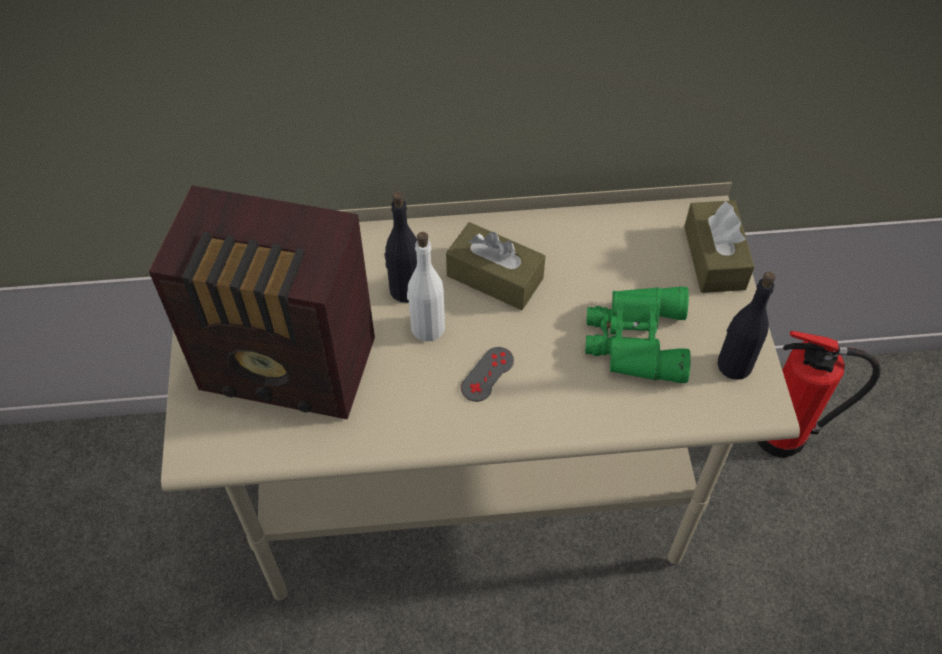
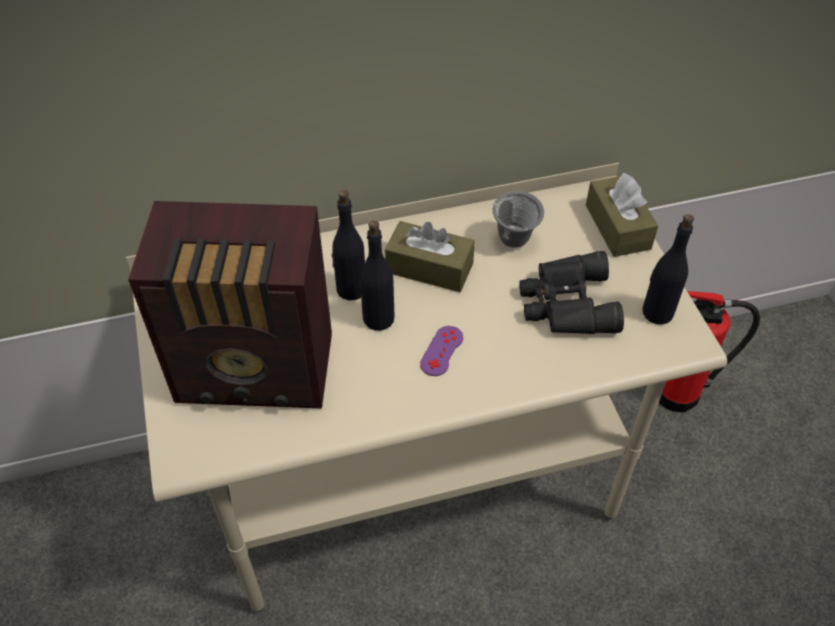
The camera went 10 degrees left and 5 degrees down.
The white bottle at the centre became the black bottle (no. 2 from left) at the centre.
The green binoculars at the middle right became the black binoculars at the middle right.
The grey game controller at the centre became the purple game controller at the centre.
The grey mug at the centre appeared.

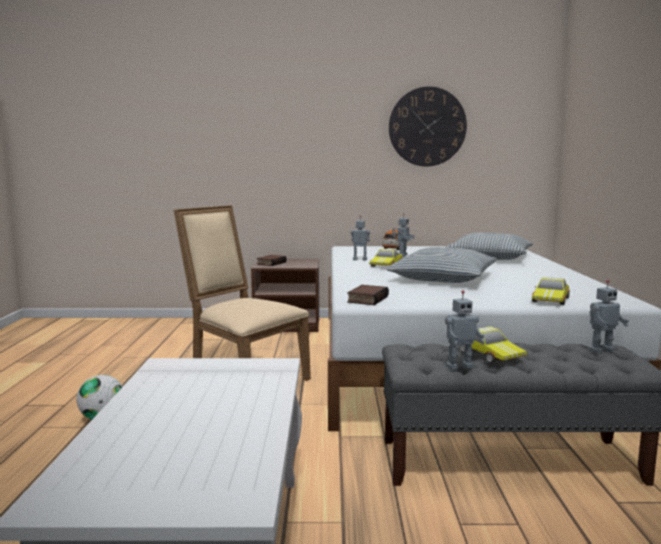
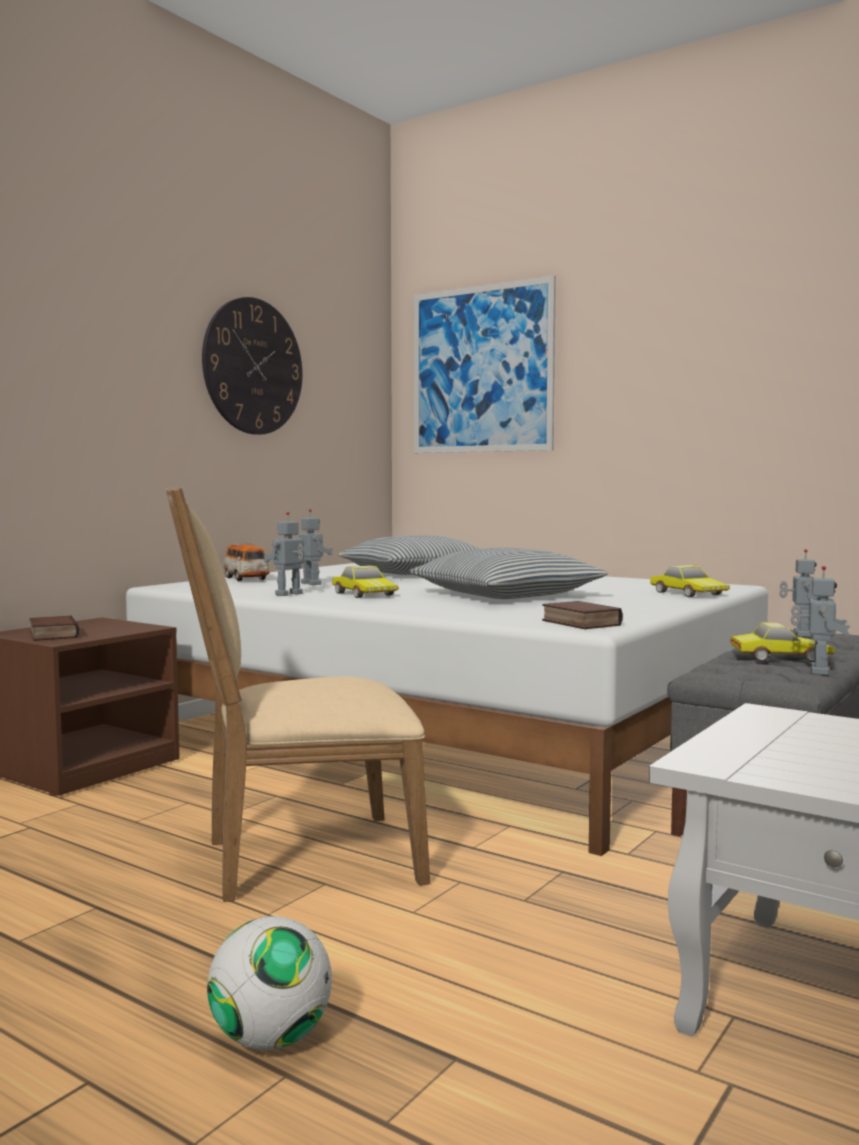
The camera went 55 degrees left and 5 degrees down.
The picture at the top centre appeared.

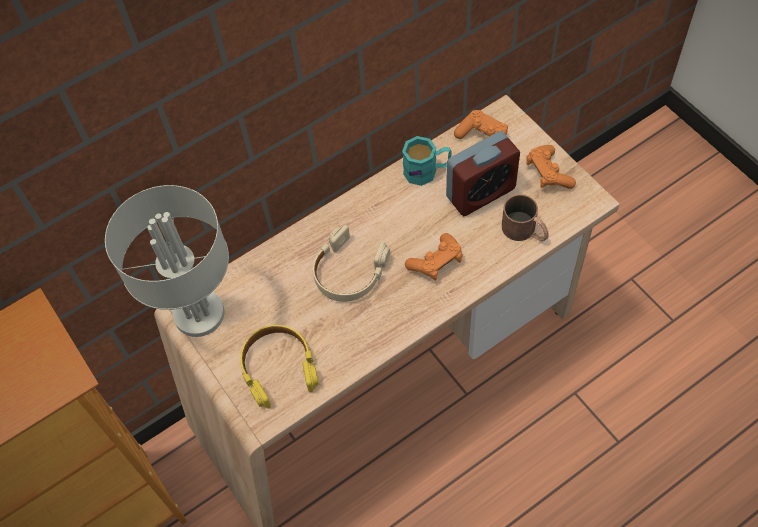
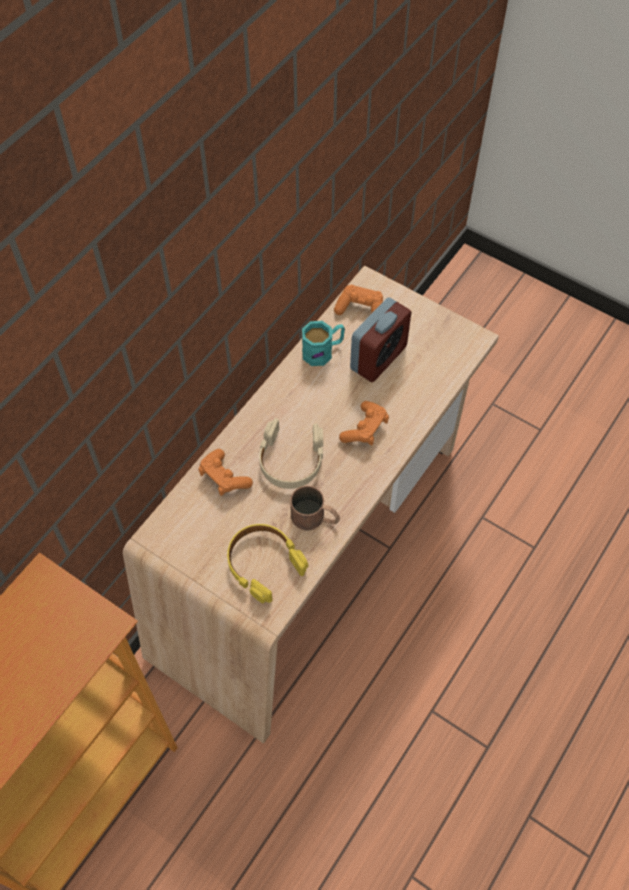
The camera went 25 degrees left and 0 degrees up.
The orange game controller (no. 3 from left in the first image) moved from the top right to the centre.
The grey table lamp at the middle left disappeared.
The brown mug moved from the middle right to the centre.

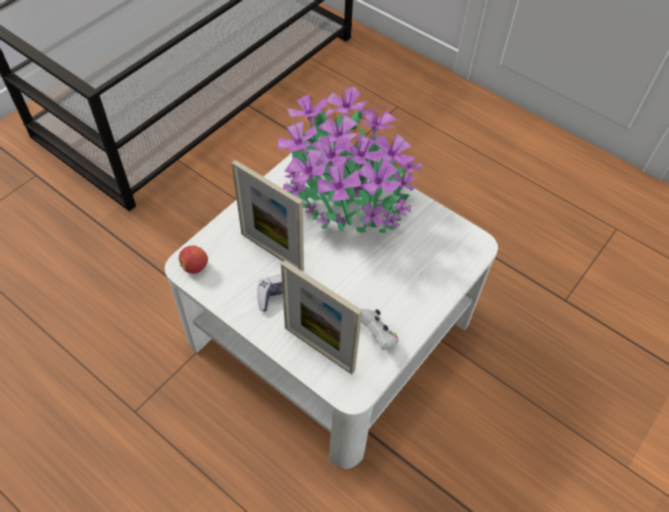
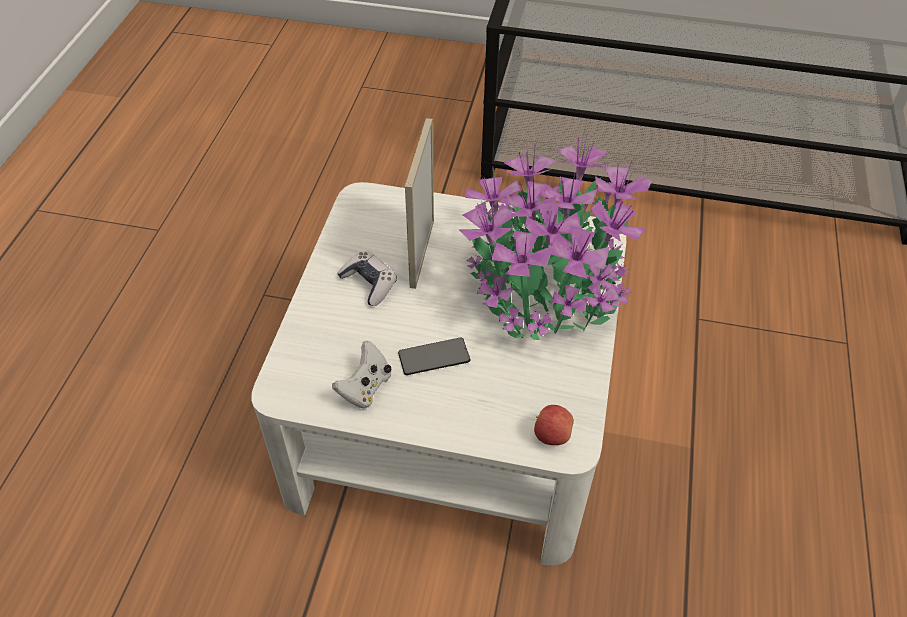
The camera went 65 degrees right and 5 degrees down.
The apple moved from the middle left to the bottom centre.
The picture frame (no. 2 from left) at the centre disappeared.
The phone at the centre appeared.

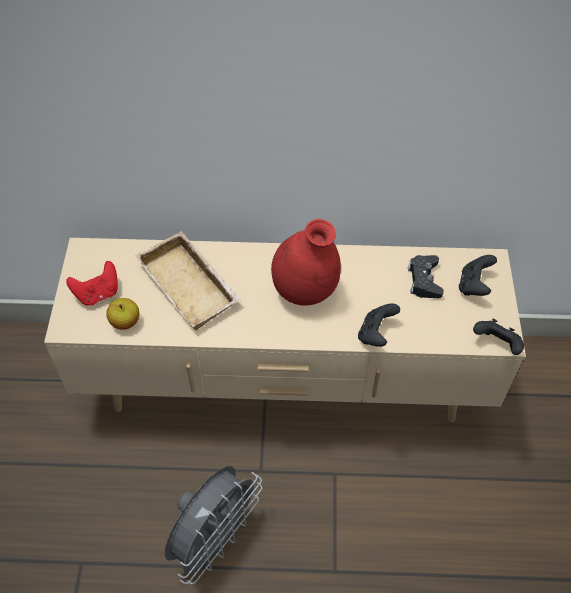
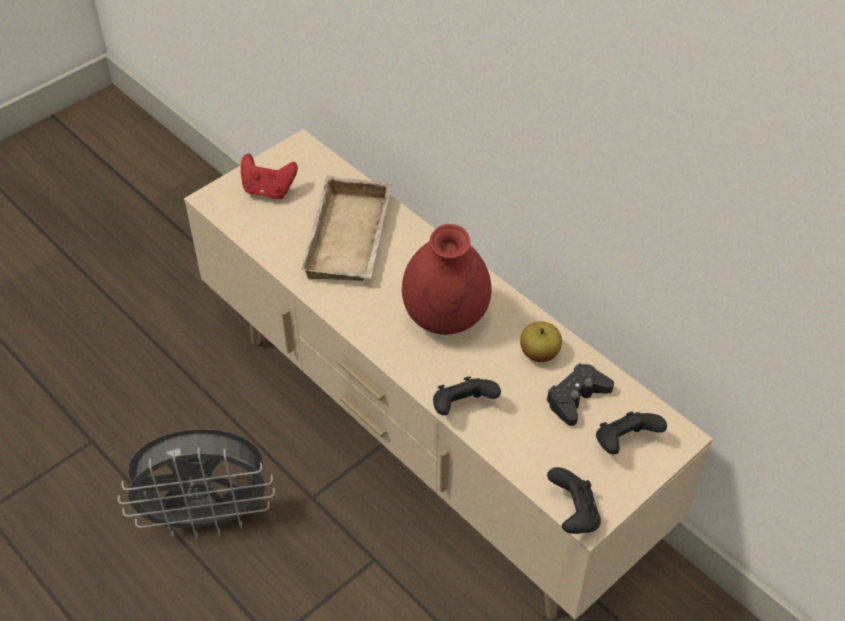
The camera went 45 degrees right and 5 degrees down.
The apple moved from the middle left to the centre.

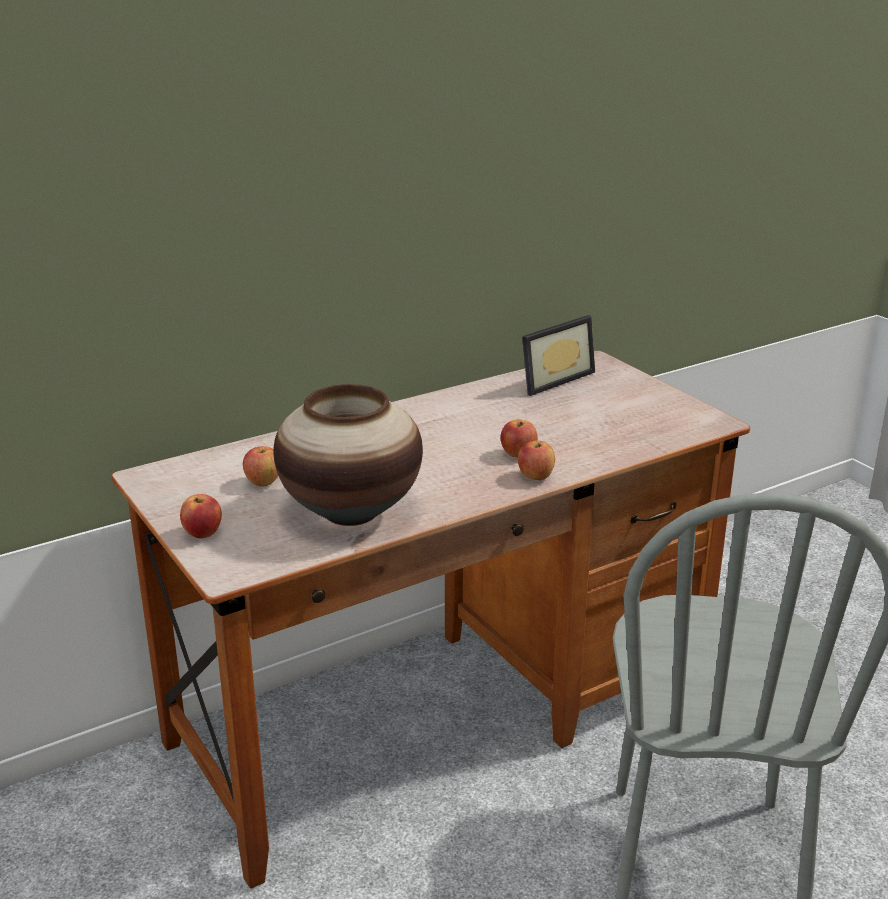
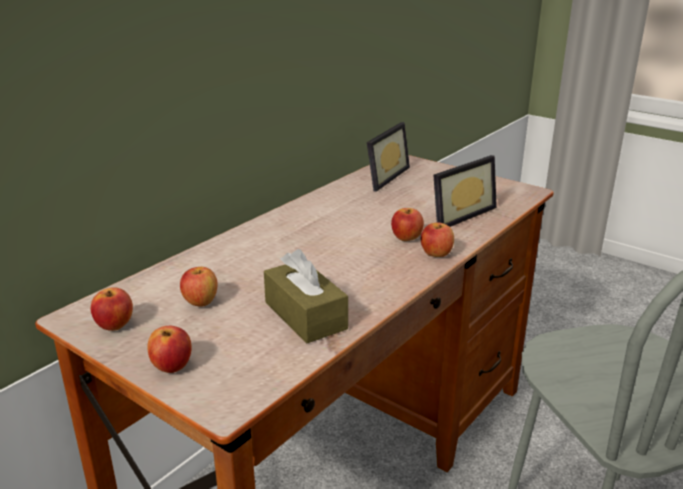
The camera went 20 degrees left and 0 degrees up.
The vase at the centre was replaced by the brown tissue box at the centre.
The picture frame (no. 2 from left) at the middle right appeared.
The apple (no. 1 from left) at the middle left appeared.

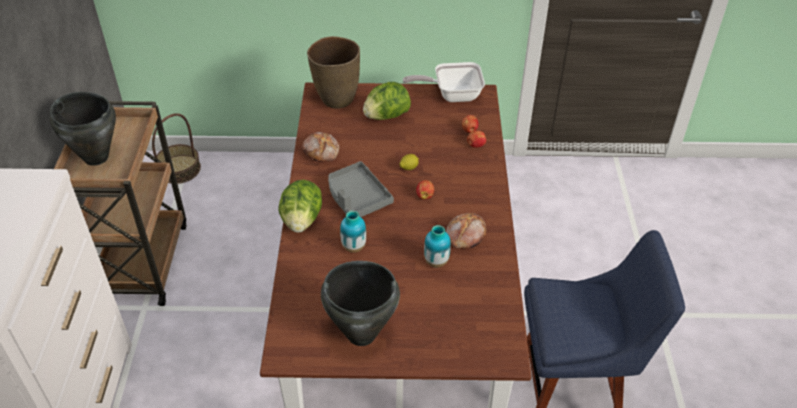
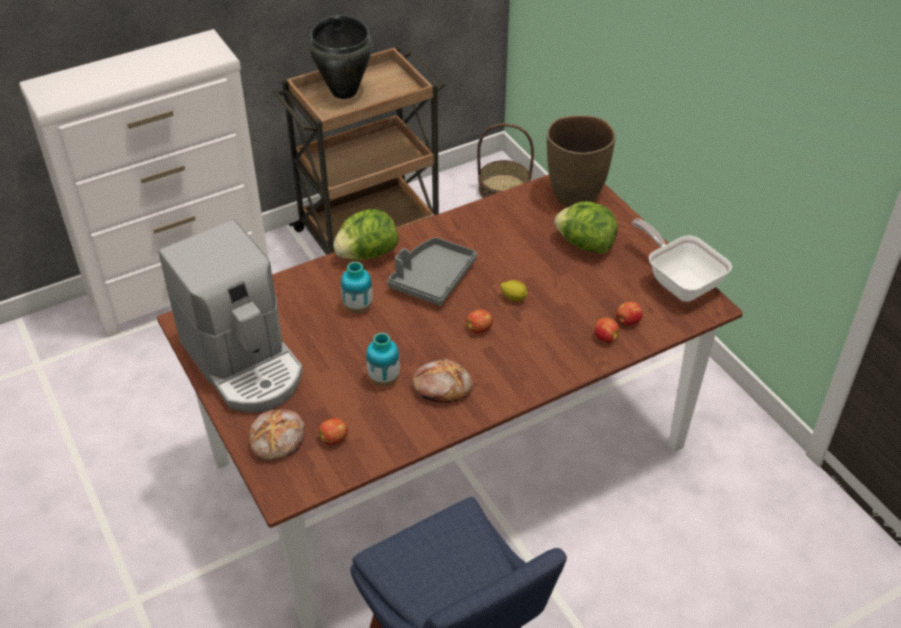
The camera went 60 degrees right and 0 degrees up.
The bread (no. 1 from left) moved from the centre to the bottom left.
The black cooking pot (no. 2 from left) at the bottom centre was replaced by the coffee machine at the middle left.
The apple (no. 1 from left) at the bottom centre appeared.

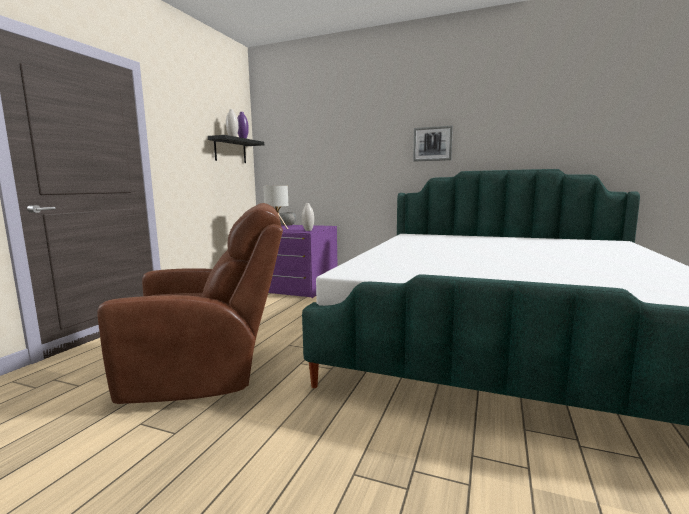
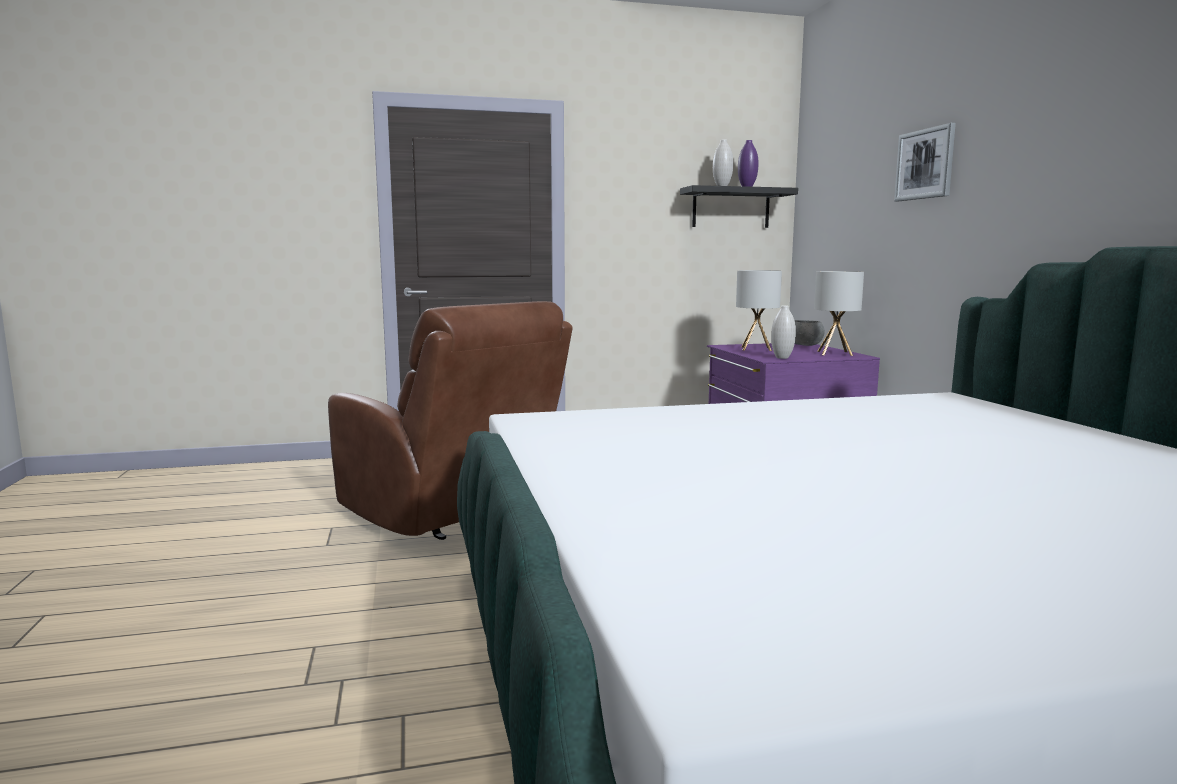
The camera went 55 degrees right and 0 degrees up.
The picture moved from the top centre to the top right.
The table lamp (no. 2 from left) at the middle right appeared.

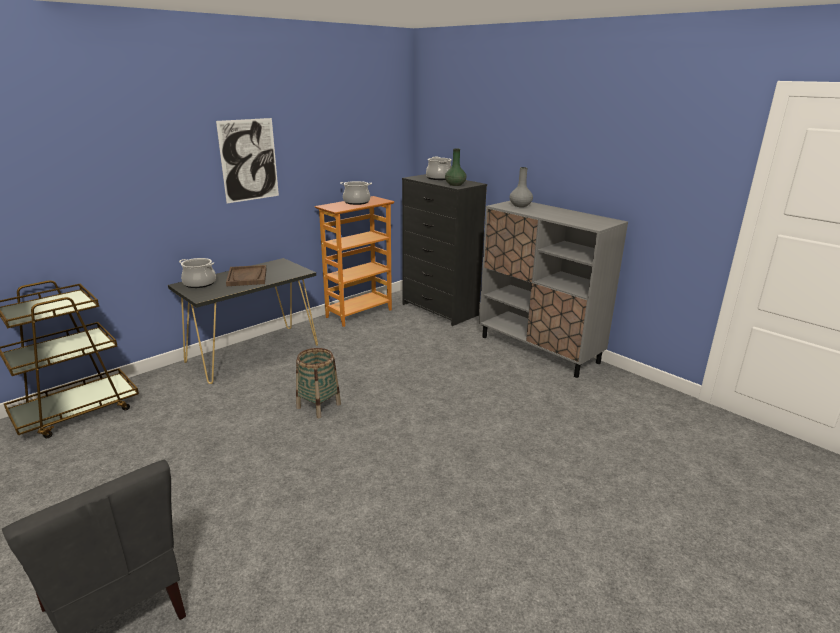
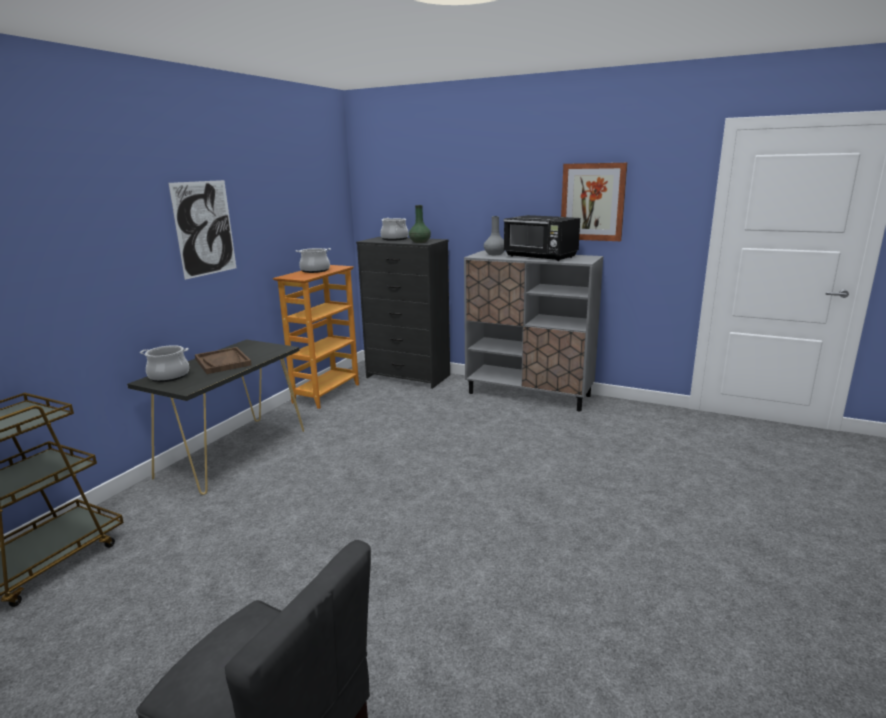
The camera went 20 degrees left and 5 degrees down.
The basket at the centre disappeared.
The picture (no. 2 from left) at the top right appeared.
The black microwave at the top centre appeared.

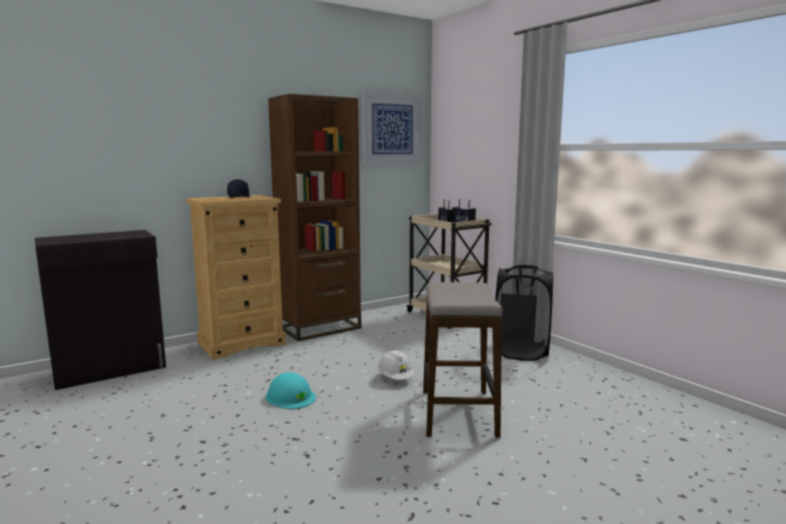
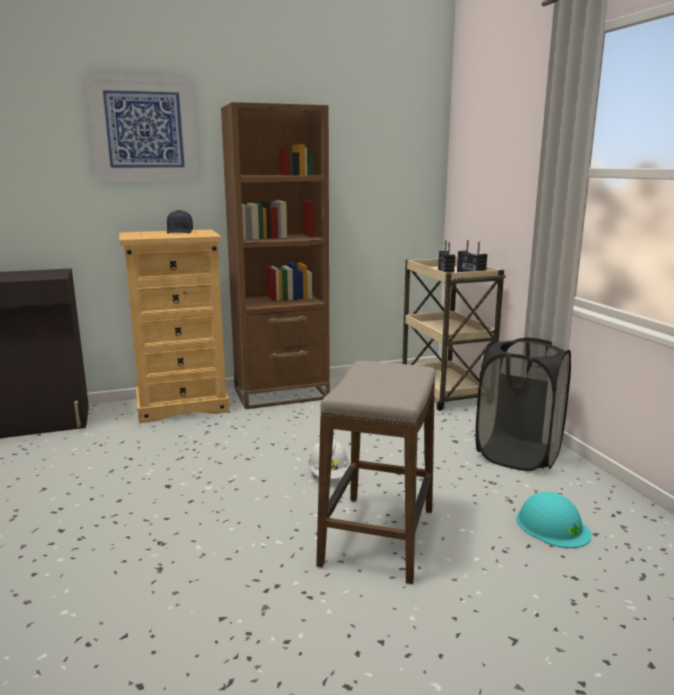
The camera went 15 degrees right and 5 degrees up.
The picture moved from the top centre to the top left.
The turquoise hard hat moved from the bottom centre to the bottom right.

